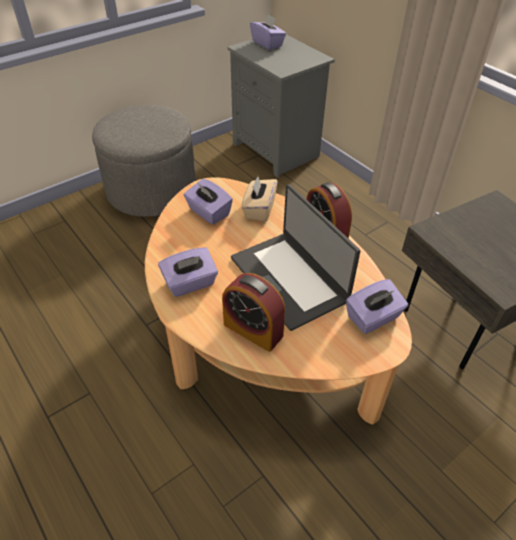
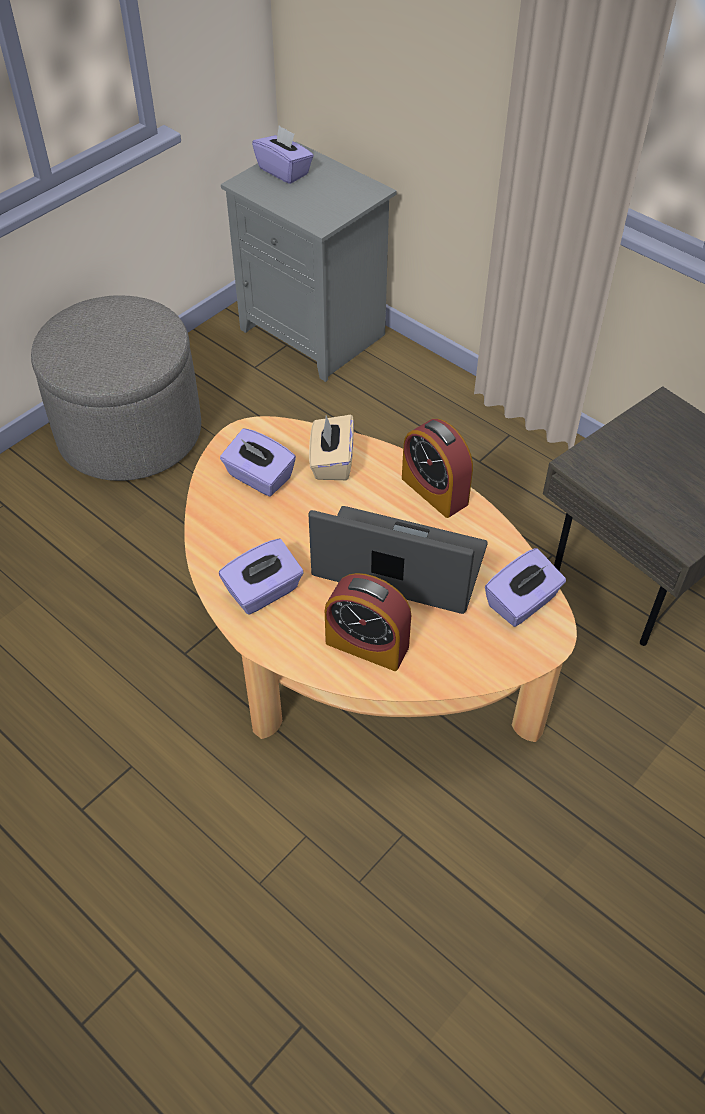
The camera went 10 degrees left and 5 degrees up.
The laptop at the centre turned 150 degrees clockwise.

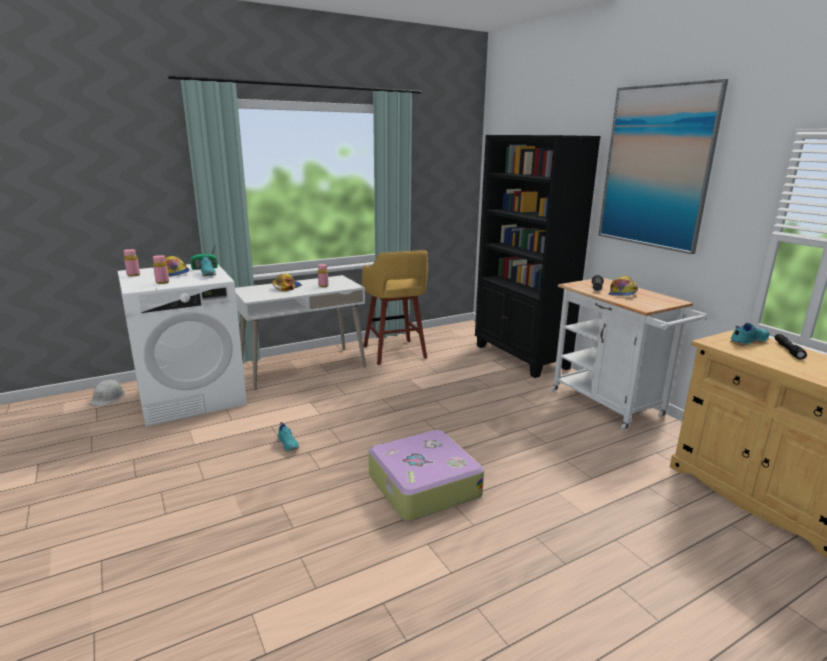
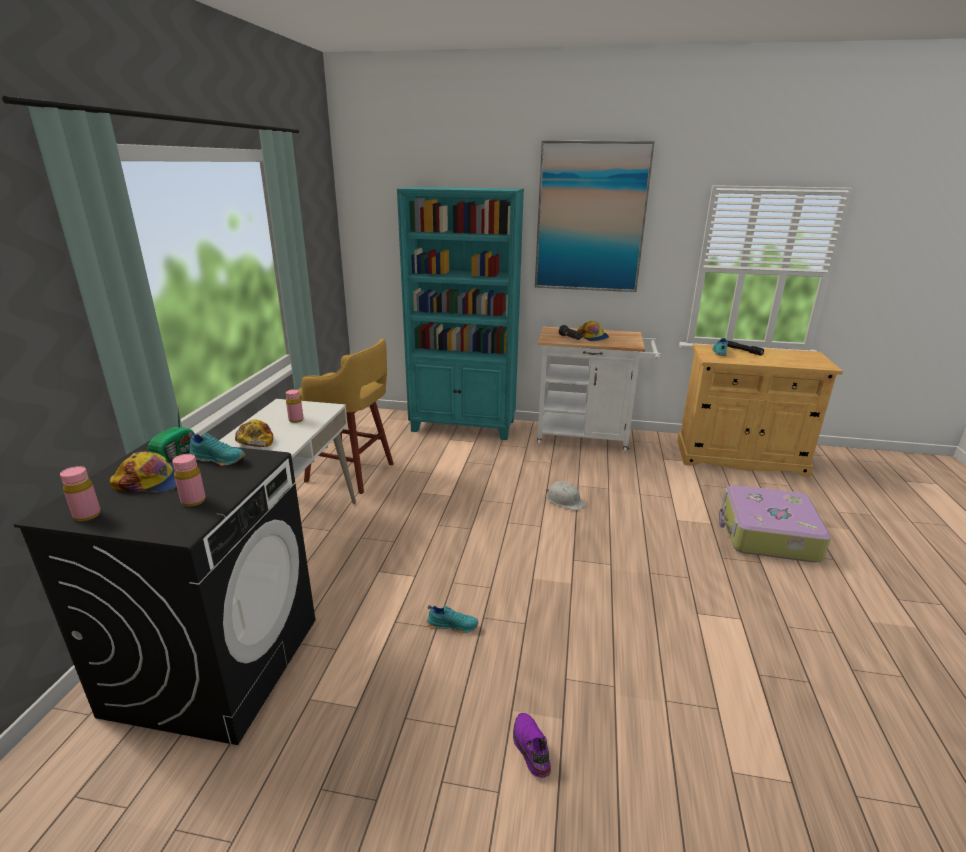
The camera went 50 degrees left and 5 degrees up.
The black bookcase at the centre became the turquoise bookcase at the centre.
The white washing machine at the middle left became the black washing machine at the bottom left.
The white hard hat moved from the middle left to the centre.
The suitcase moved from the bottom centre to the middle right.
The purple shoe at the bottom centre appeared.

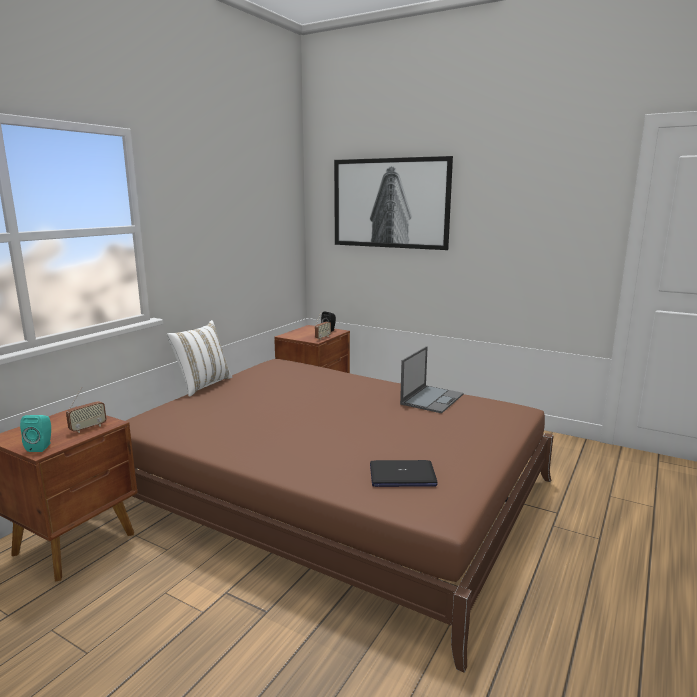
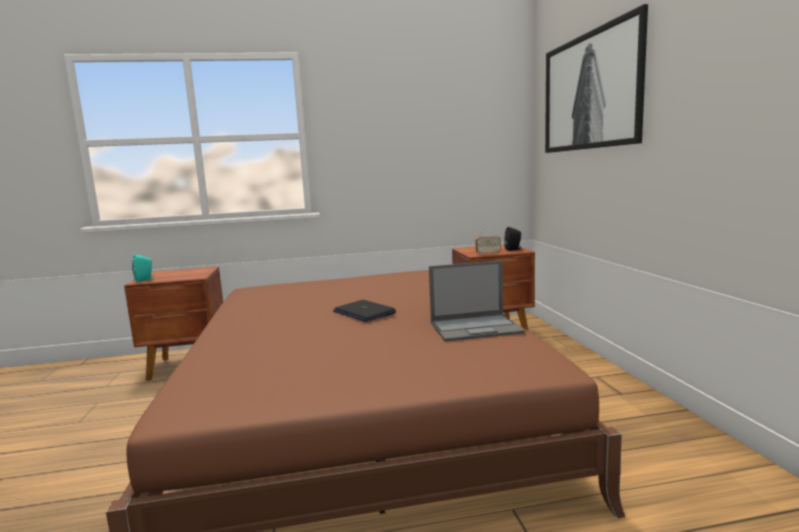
The camera went 50 degrees right and 5 degrees down.
The white pillow at the middle left disappeared.
The radio (no. 1 from left) at the middle left disappeared.
The laptop (no. 1 from left) moved from the bottom centre to the centre.

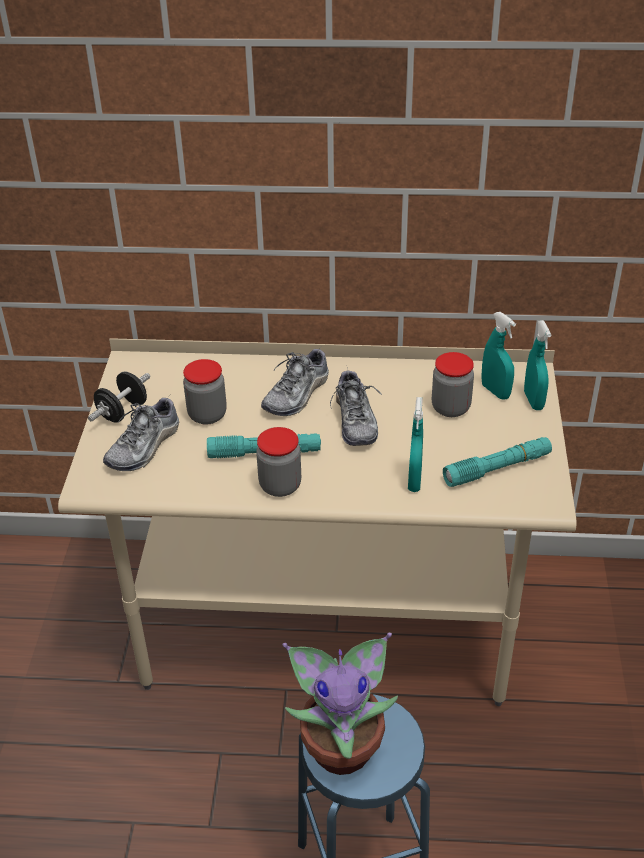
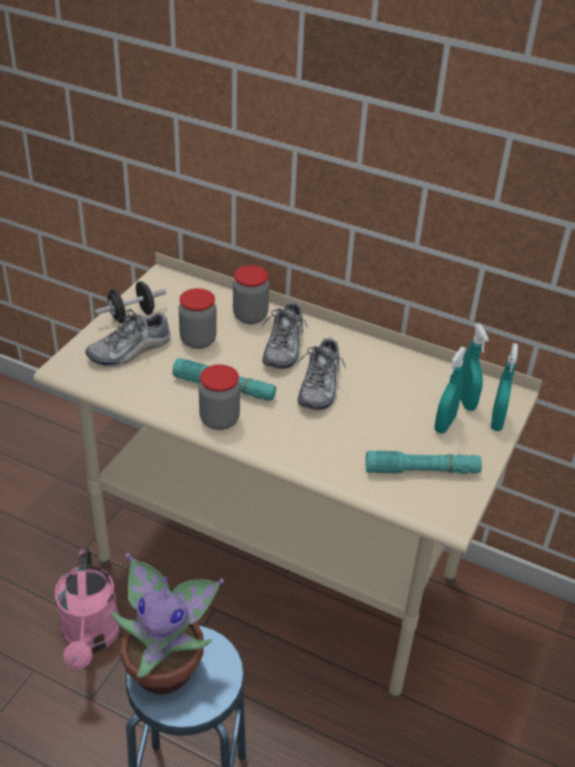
The camera went 20 degrees right and 0 degrees up.
The shoe (no. 2 from left) at the centre turned 45 degrees counterclockwise.
The jar (no. 3 from left) moved from the middle right to the centre.
The turquoise spray bottle (no. 1 from left) moved from the centre to the middle right.
The pink watering can at the bottom left appeared.

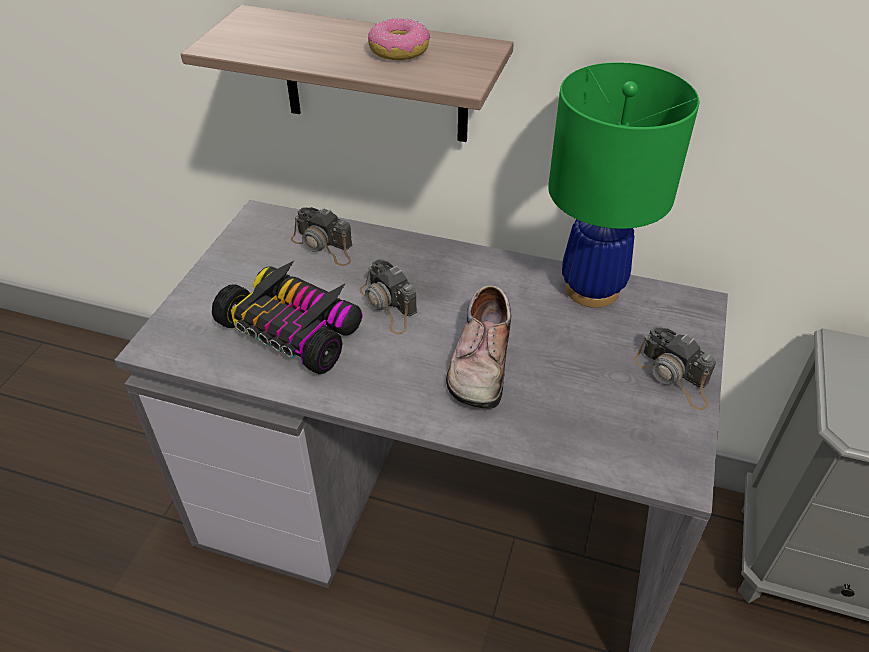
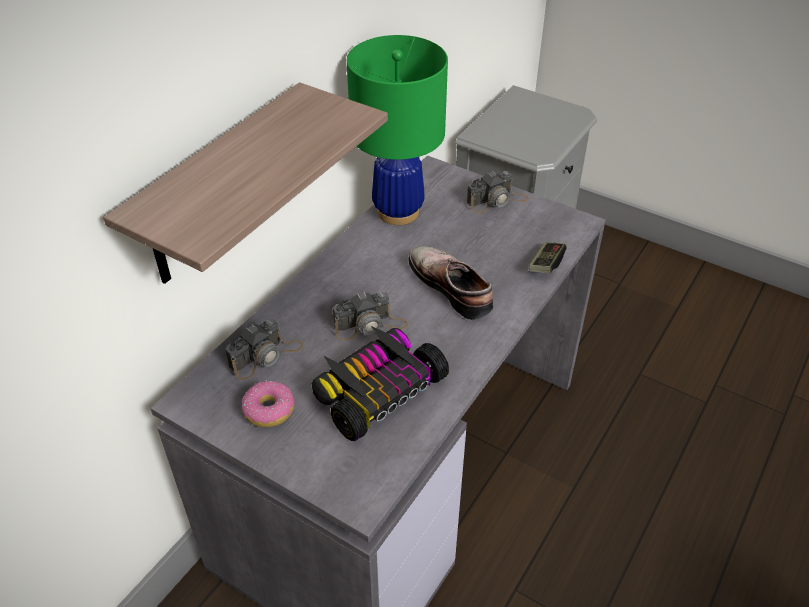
The camera went 75 degrees left and 0 degrees up.
The donut moved from the top centre to the middle left.
The shoe at the centre turned 150 degrees counterclockwise.
The game controller at the middle right appeared.

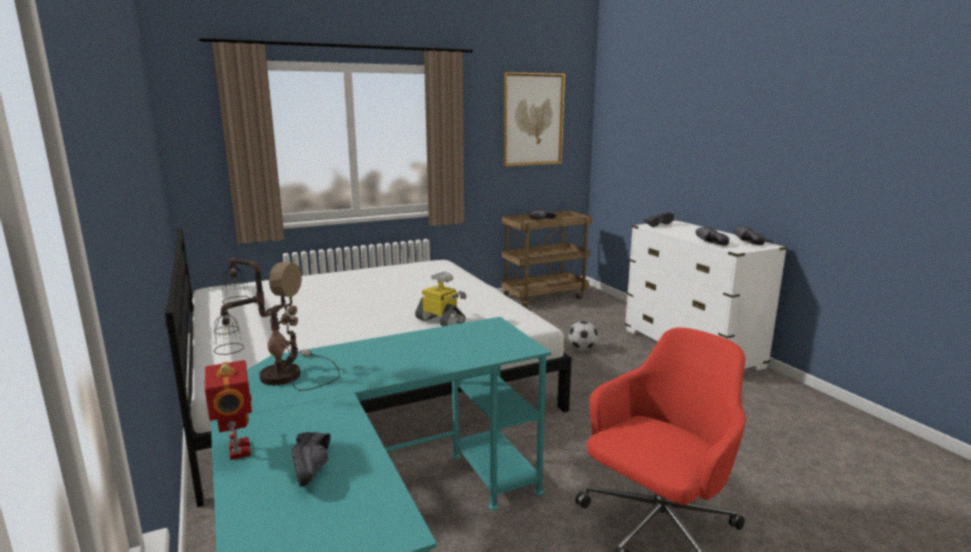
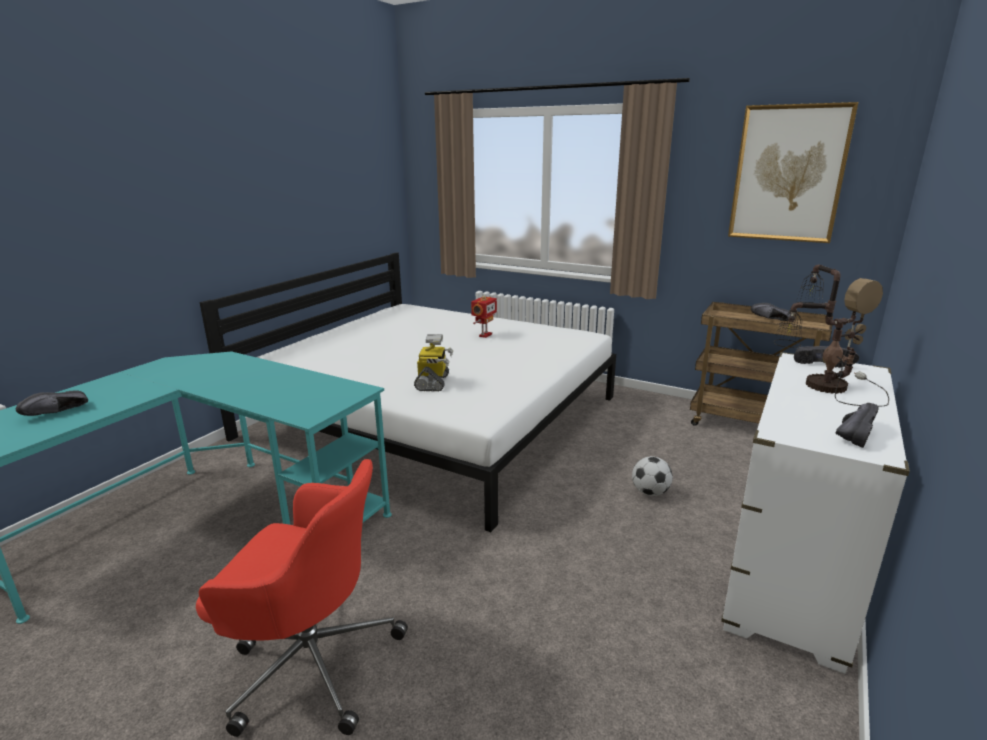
The camera went 55 degrees right and 5 degrees up.
The black shoe (no. 4 from left) at the middle right disappeared.
The table lamp moved from the middle left to the middle right.
The toy robot (no. 1 from left in the first image) moved from the bottom left to the centre.

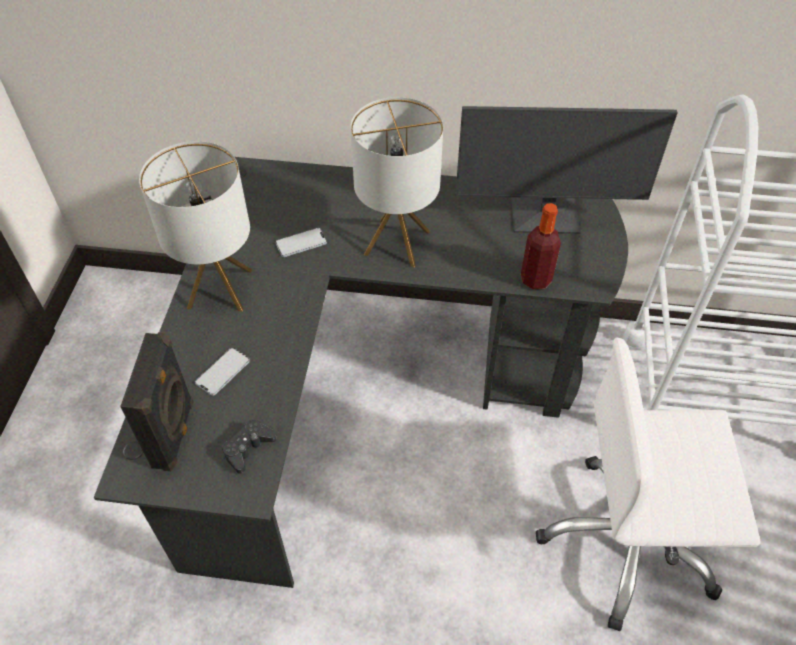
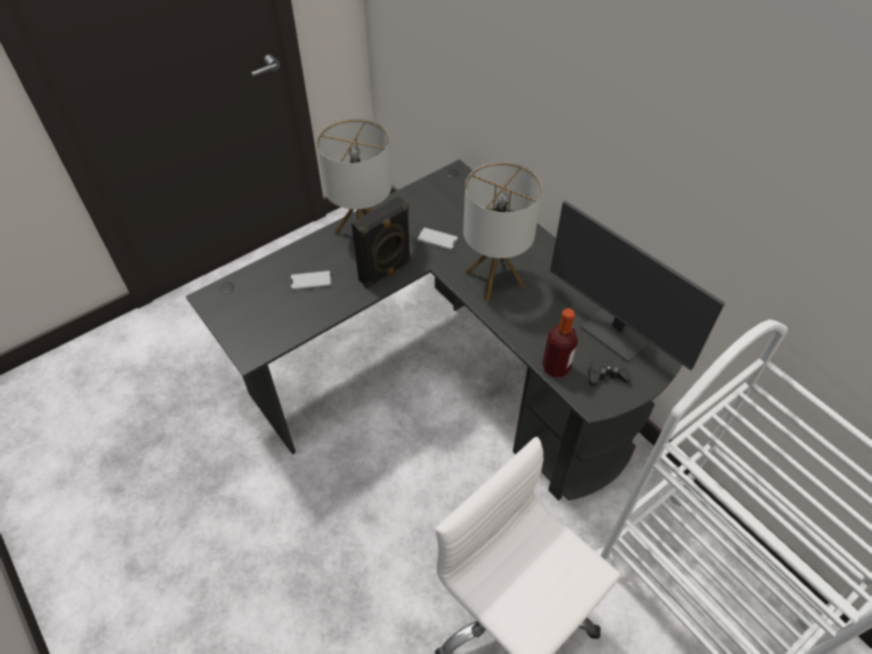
The camera went 45 degrees right and 0 degrees up.
The black speaker moved from the middle left to the centre.
The black game controller moved from the bottom left to the middle right.

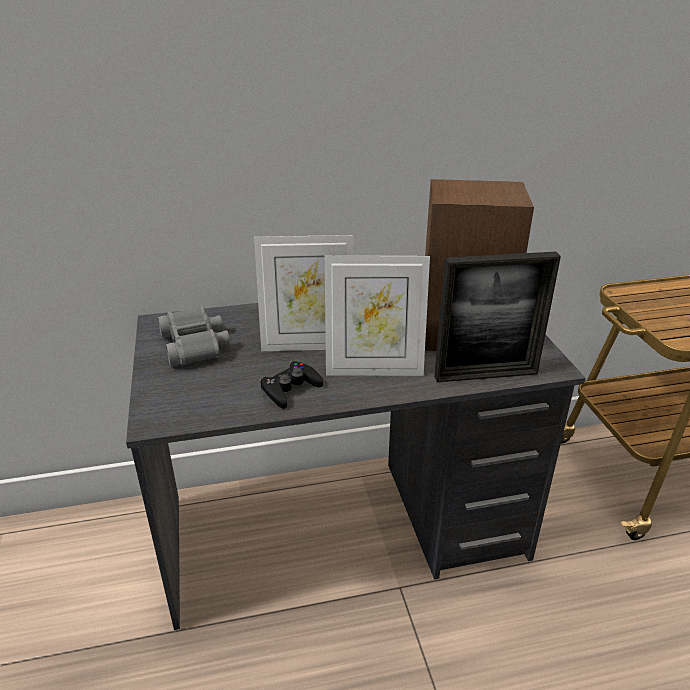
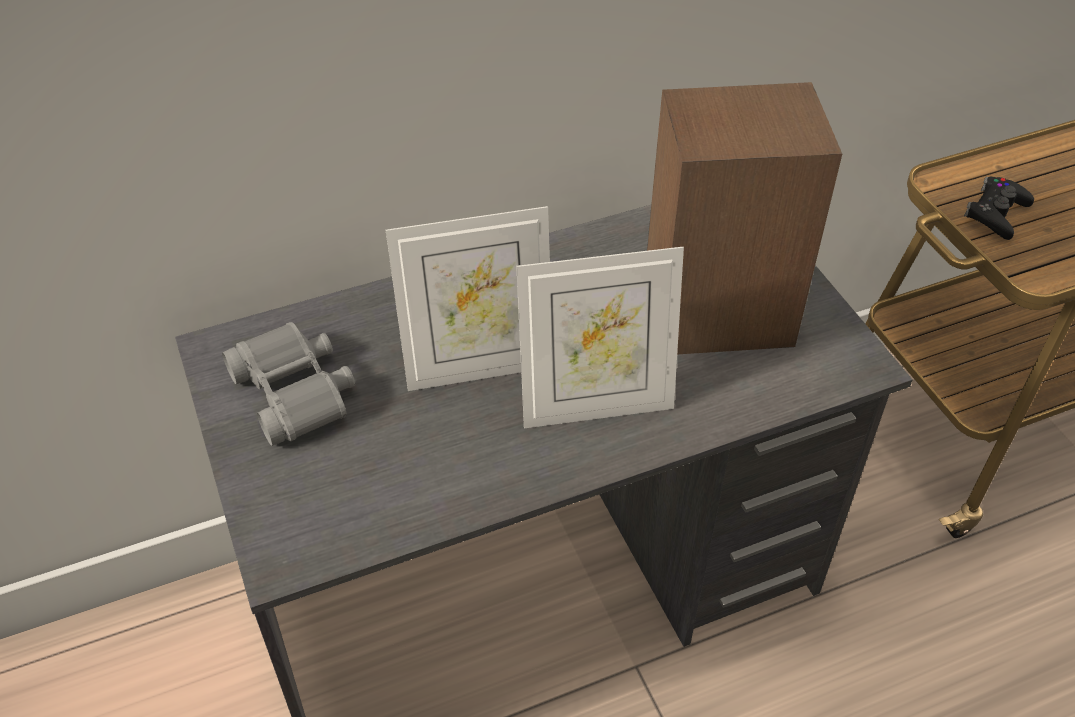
The camera went 10 degrees left and 15 degrees up.
The picture frame (no. 3 from left) at the middle right disappeared.
The black game controller moved from the centre to the top right.

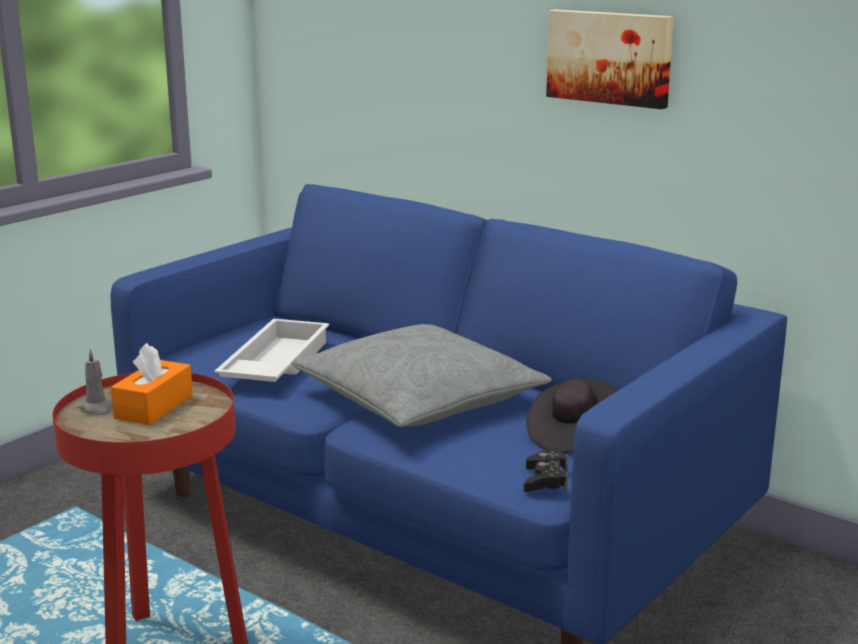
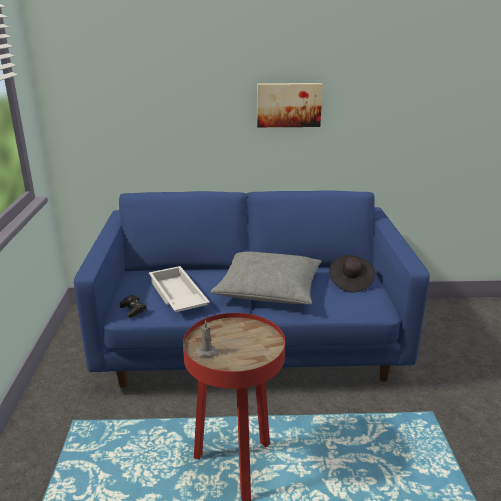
The camera went 40 degrees left and 5 degrees up.
The orange tissue box at the middle left disappeared.
The black game controller moved from the bottom centre to the middle left.

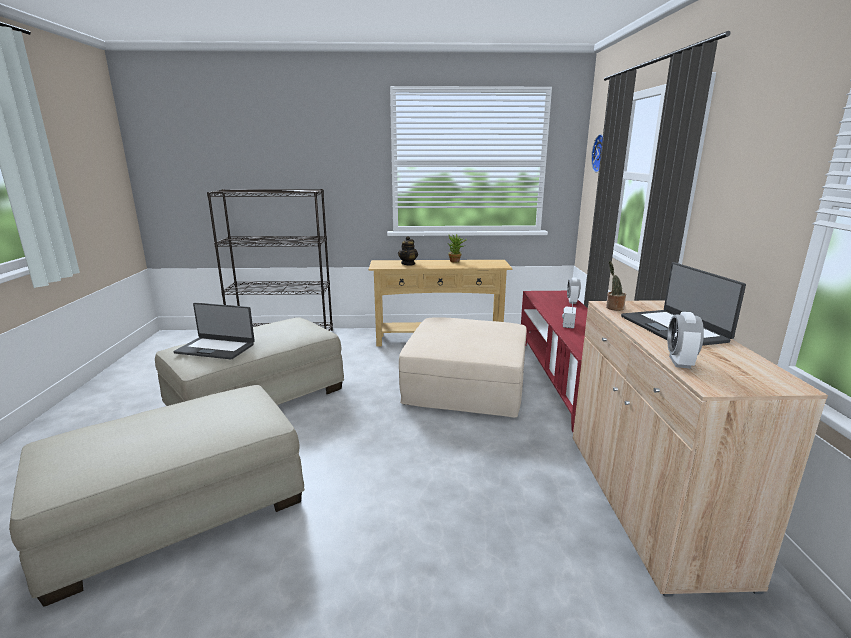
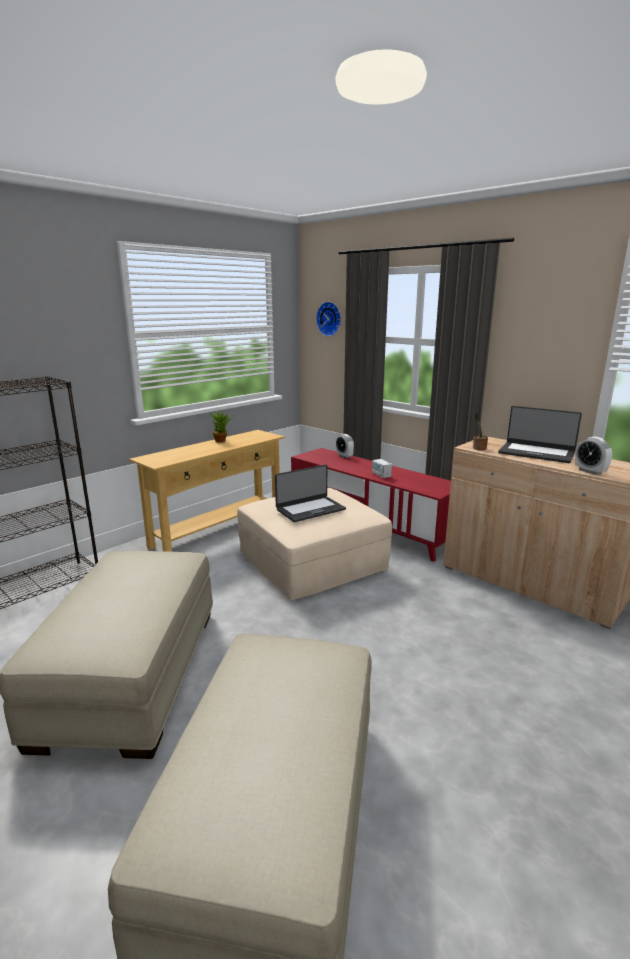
The camera went 45 degrees left and 0 degrees up.
The teapot at the centre disappeared.
The laptop (no. 1 from left) moved from the middle left to the centre.

